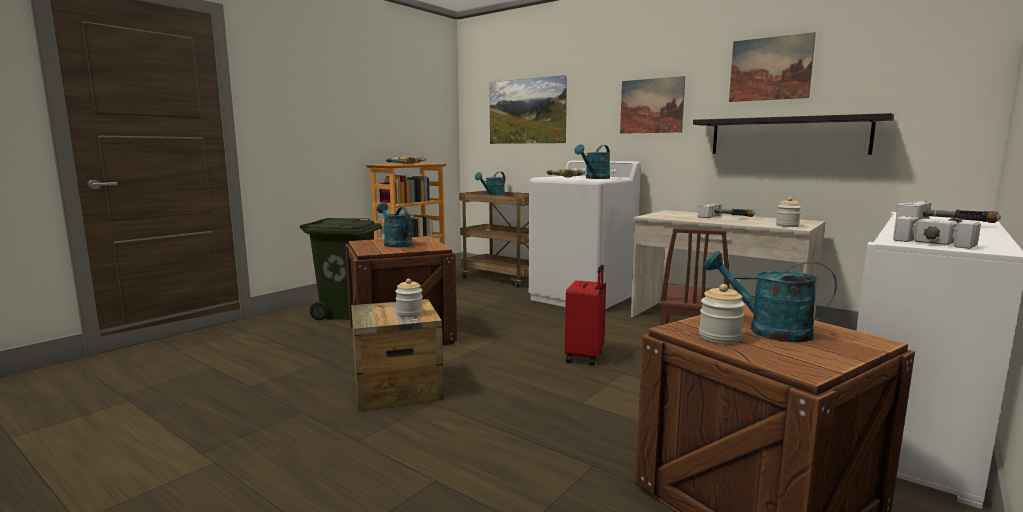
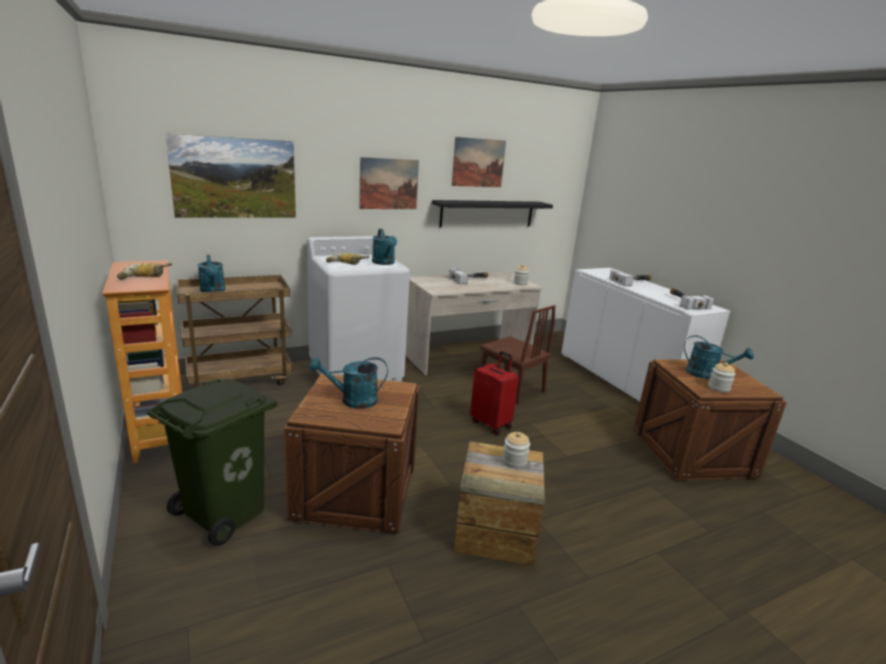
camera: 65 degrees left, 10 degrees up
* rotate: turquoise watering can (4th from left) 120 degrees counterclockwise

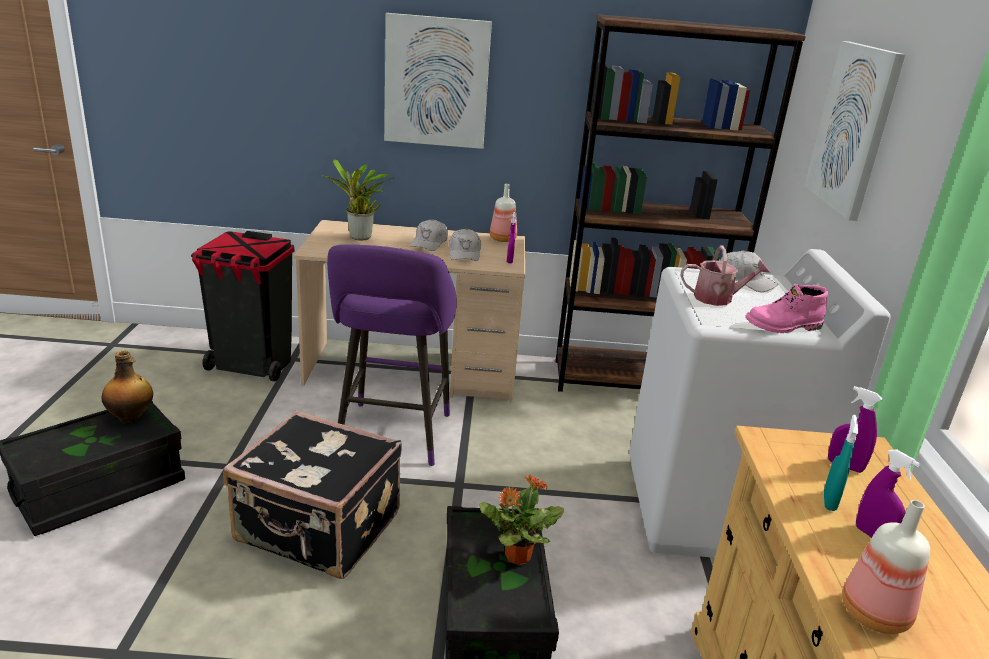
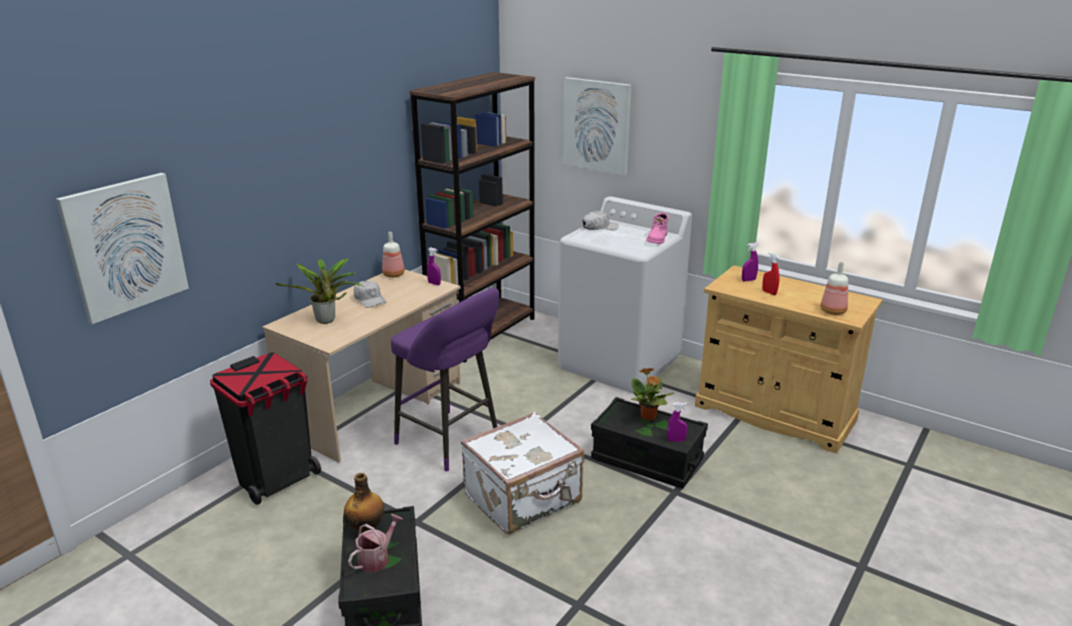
camera: 55 degrees left, 0 degrees up
* move: picture (1st from left)
* delete: white cap (2nd from left)
* move: watering can
* recolor: black suitcase to white suitcase
* recolor: turquoise spray bottle to red spray bottle
* move: purple spray bottle (3rd from left in the first image) to purple spray bottle (2nd from left)

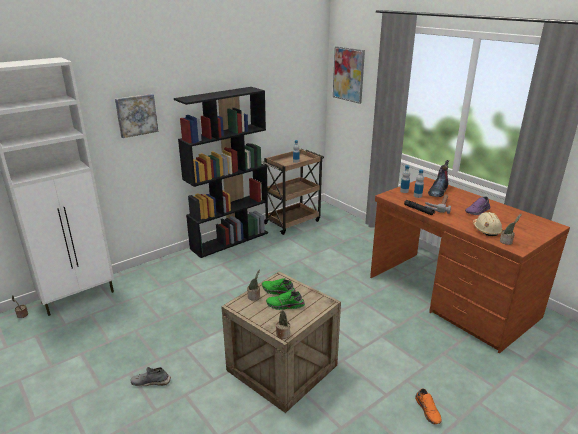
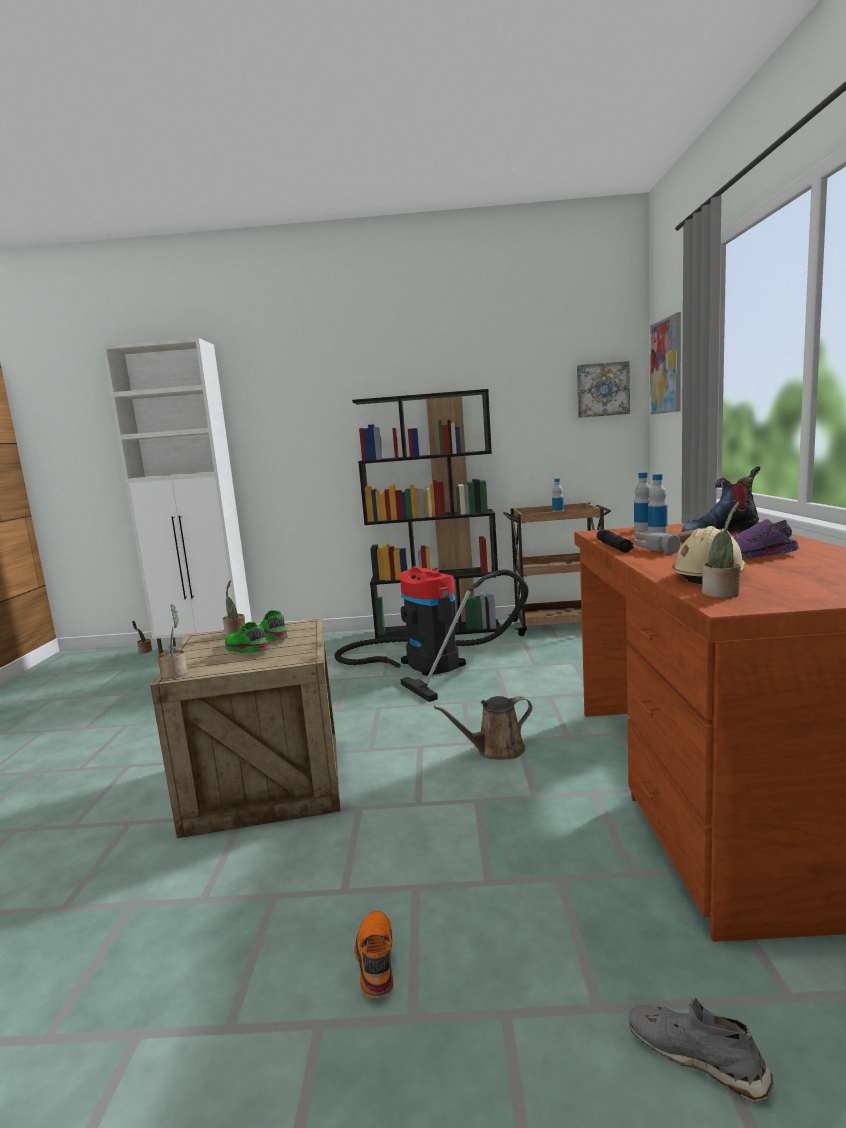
camera: 40 degrees right, 15 degrees down
* move: picture (1st from left)
* move: grey shoe
* rotate: orange shoe 150 degrees clockwise
* insert: vacuum cleaner
* insert: brown watering can

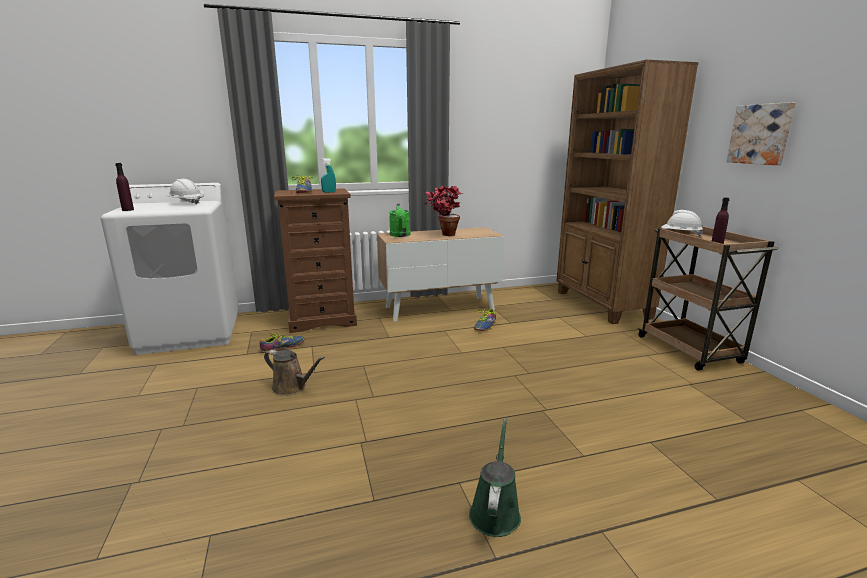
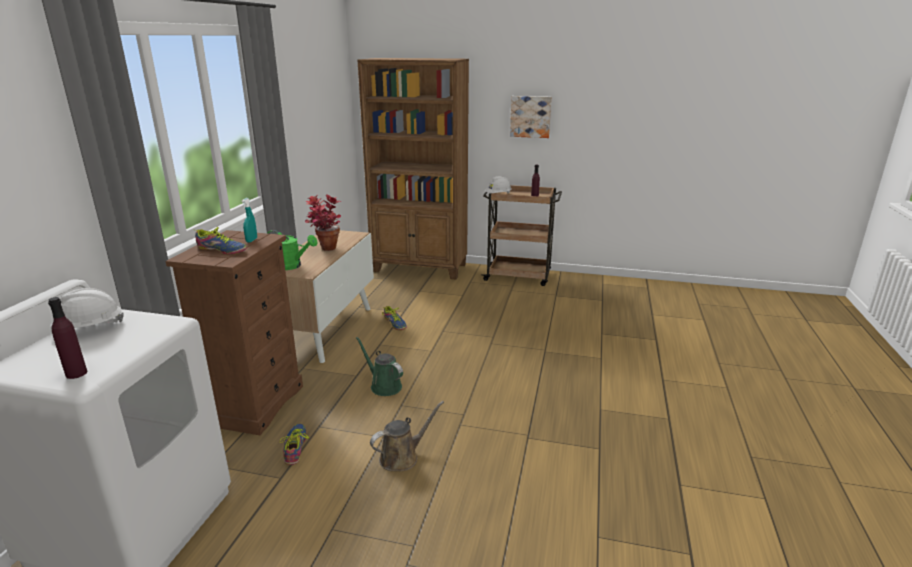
camera: 60 degrees left, 5 degrees up
* move: green watering can (2nd from left)

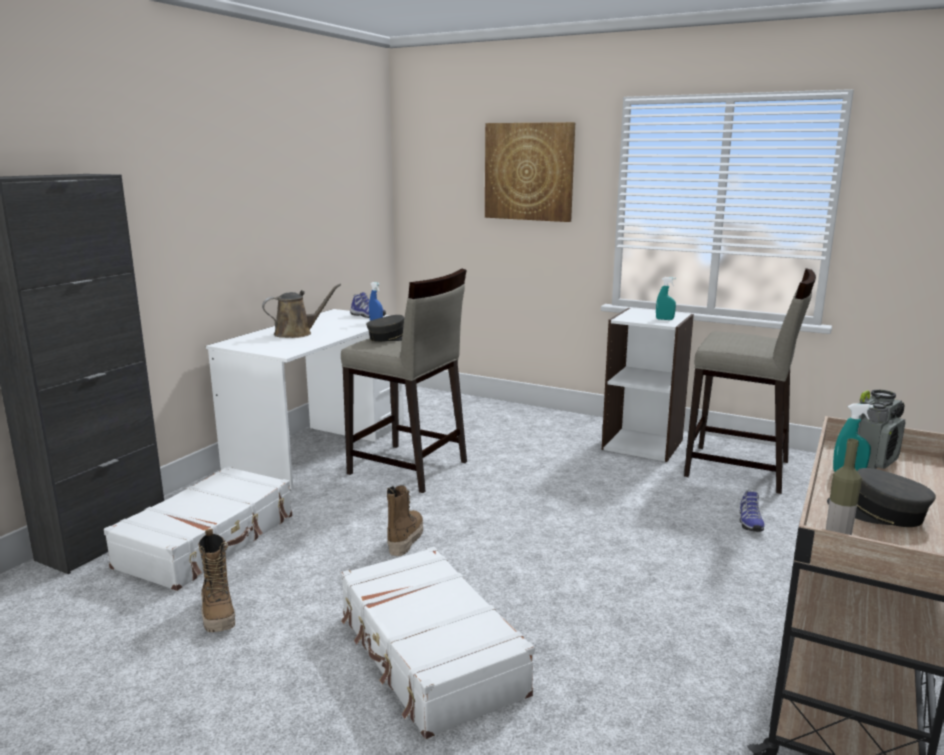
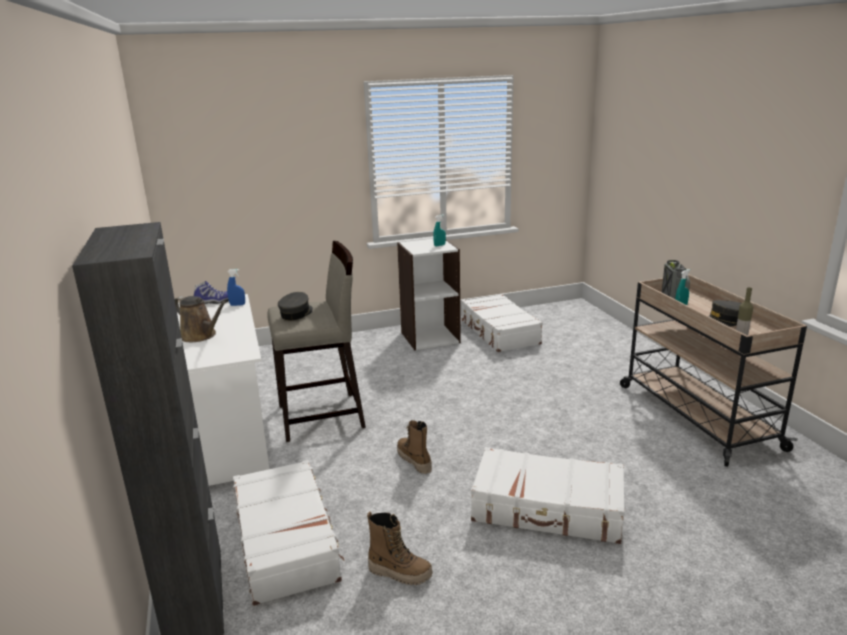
camera: 45 degrees left, 5 degrees up
* delete: picture
* replace: beige stool (2nd from left) to white suitcase (2nd from left)
* rotate: brown watering can 105 degrees clockwise
* delete: shoe (2nd from left)

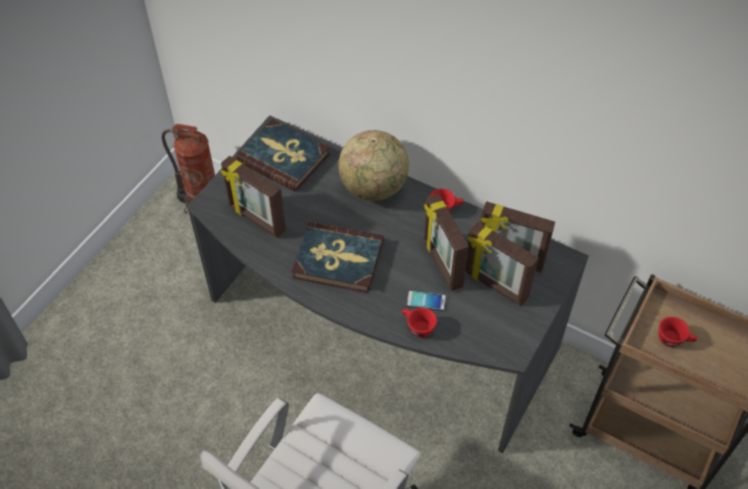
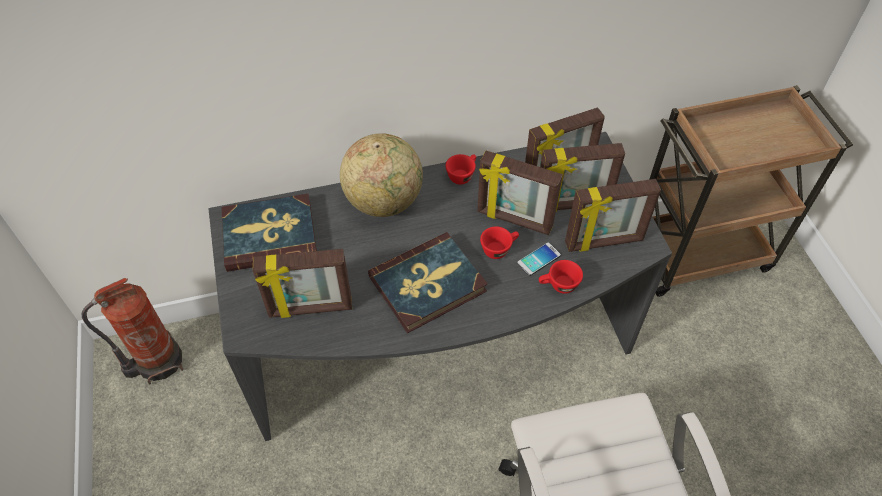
camera: 45 degrees left, 0 degrees up
* move: red cup (3rd from left in the first image) to red cup (2nd from left)
* insert: picture frame (5th from left)

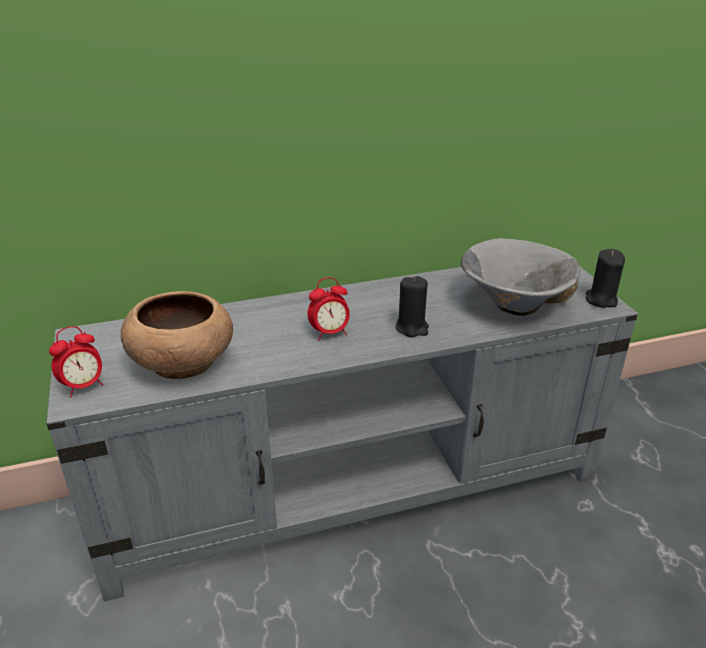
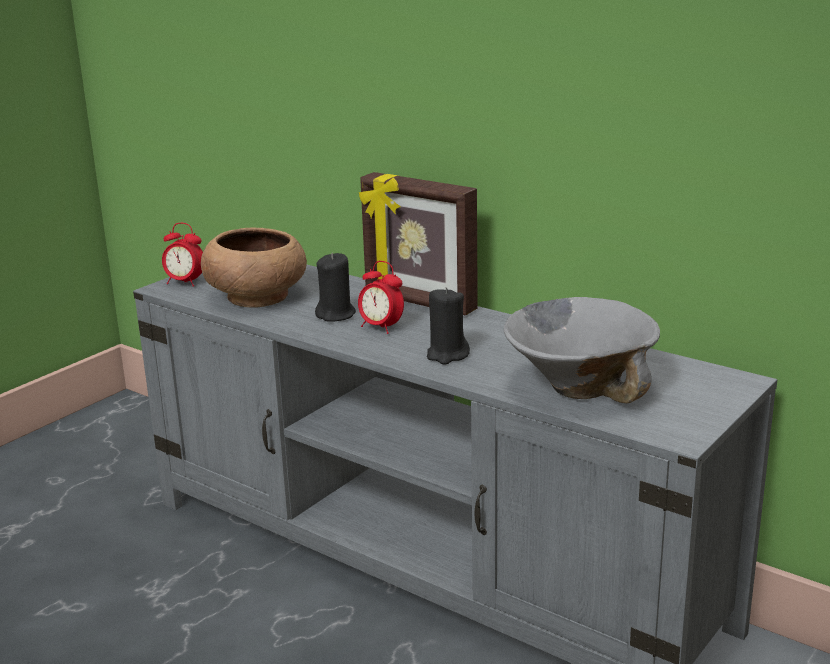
camera: 55 degrees right, 10 degrees down
* move: black candle (2nd from left in the first image) to black candle (1st from left)
* insert: picture frame

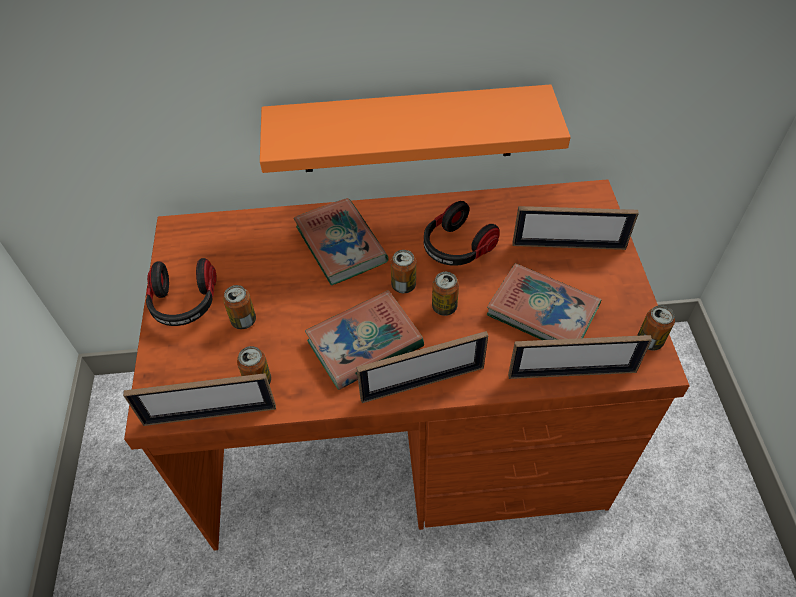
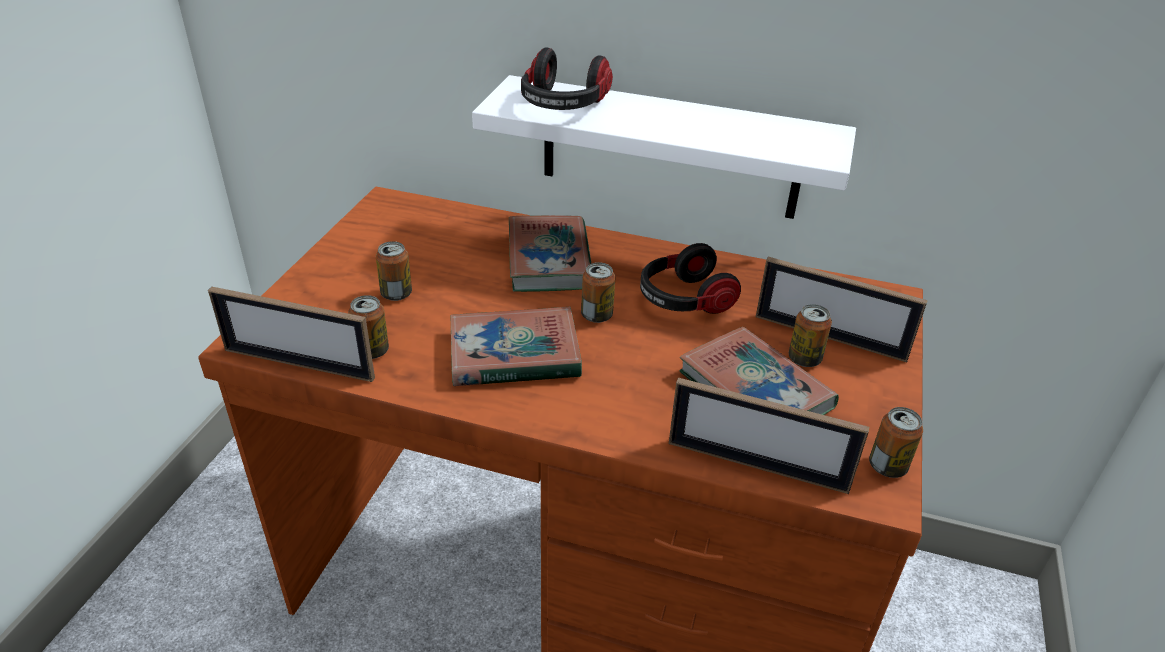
camera: 20 degrees right, 15 degrees down
* recolor: orange shelf to white shelf
* move: headphones (1st from left)
* move: can (4th from left)
* delete: picture frame (2nd from left)

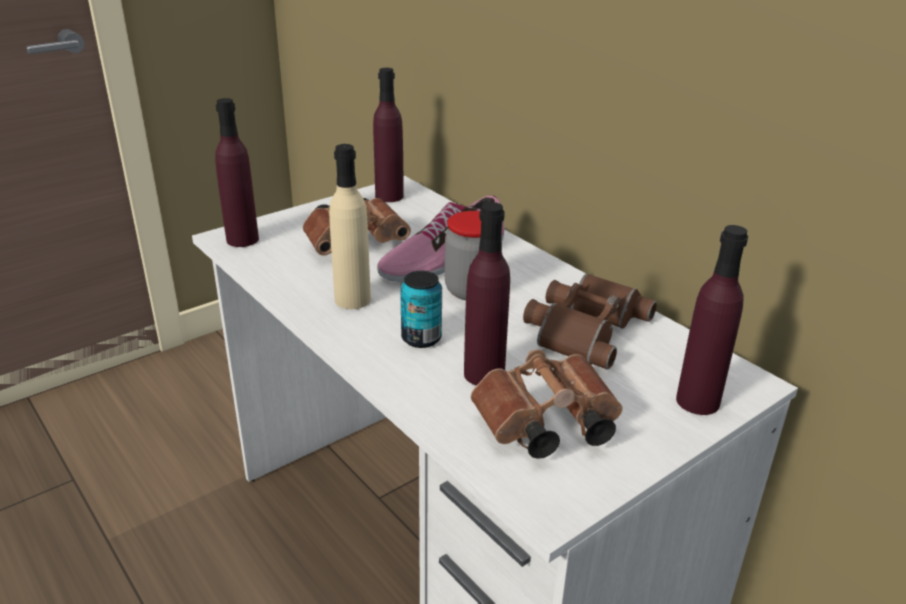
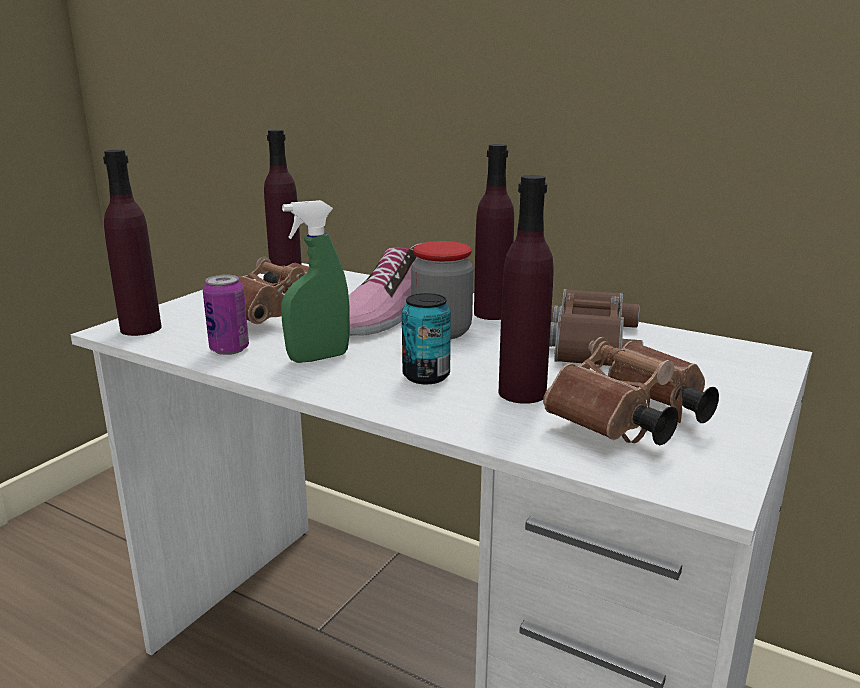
camera: 20 degrees left, 10 degrees down
* replace: beige bottle to green spray bottle
* move: purple bottle (4th from left in the first image) to purple bottle (3rd from left)
* insert: can (1st from left)

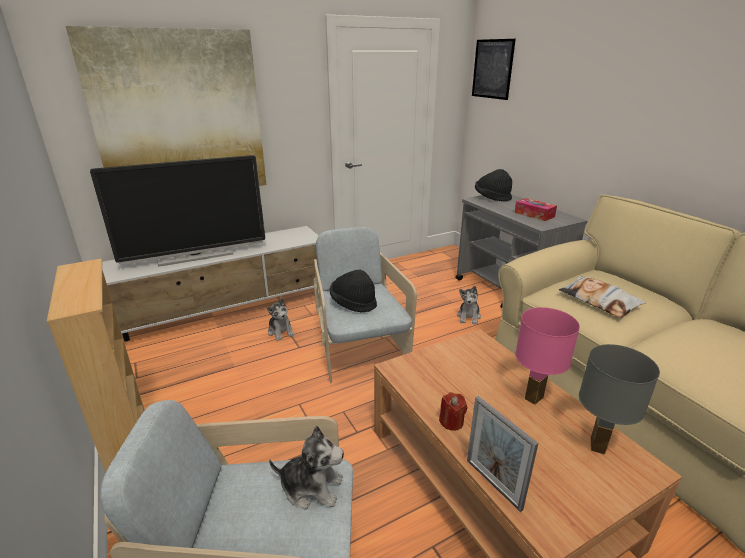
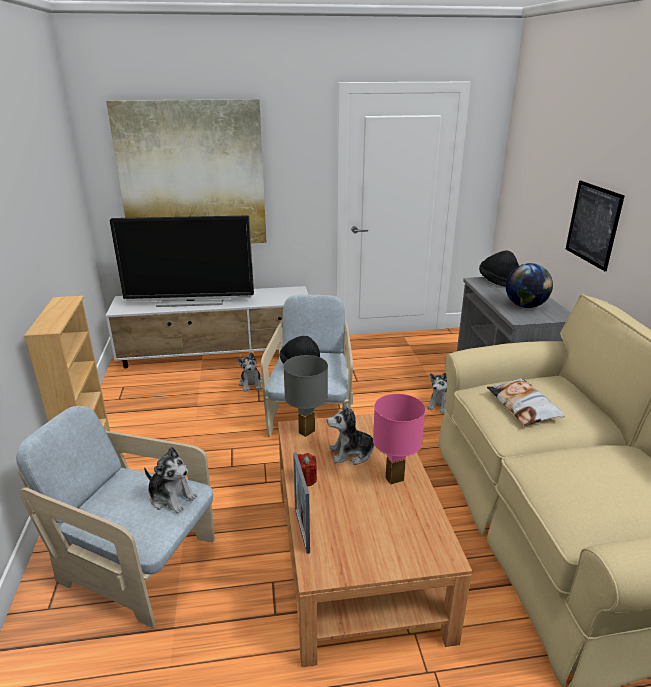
camera: 20 degrees right, 0 degrees up
* move: picture (2nd from left)
* replace: tissue box to globe
* move: grey table lamp
* insert: plush toy (3rd from left)

